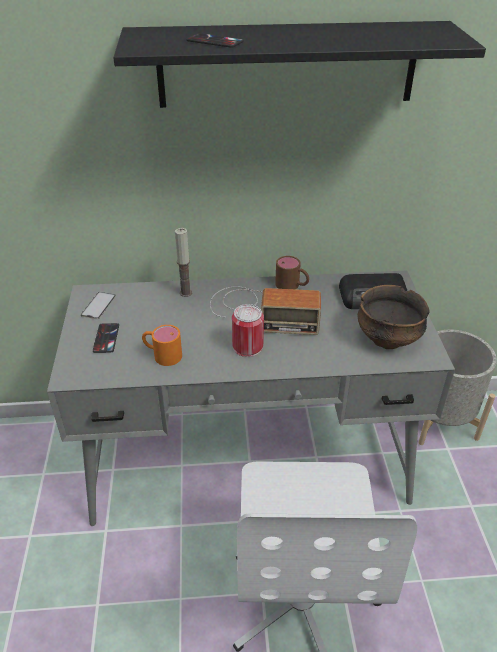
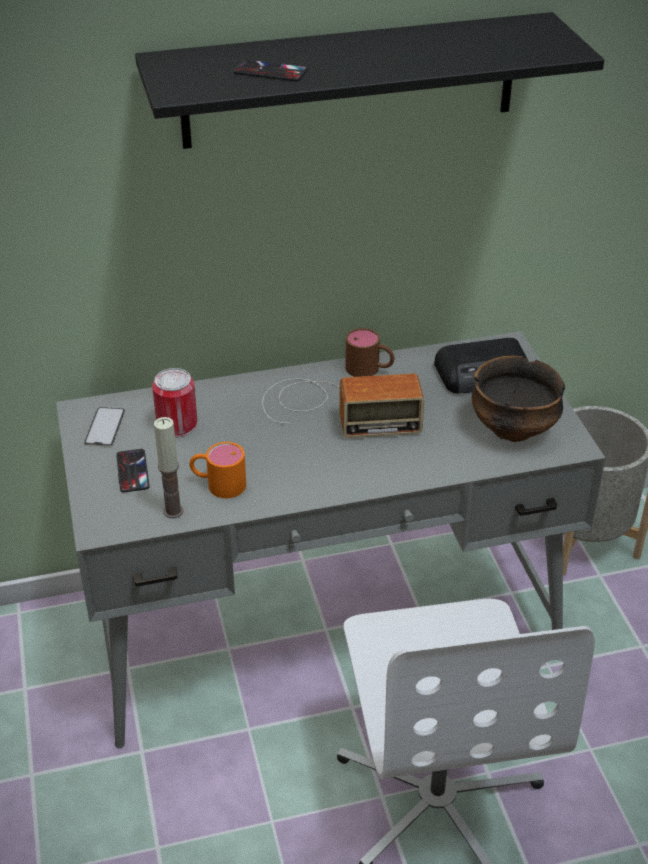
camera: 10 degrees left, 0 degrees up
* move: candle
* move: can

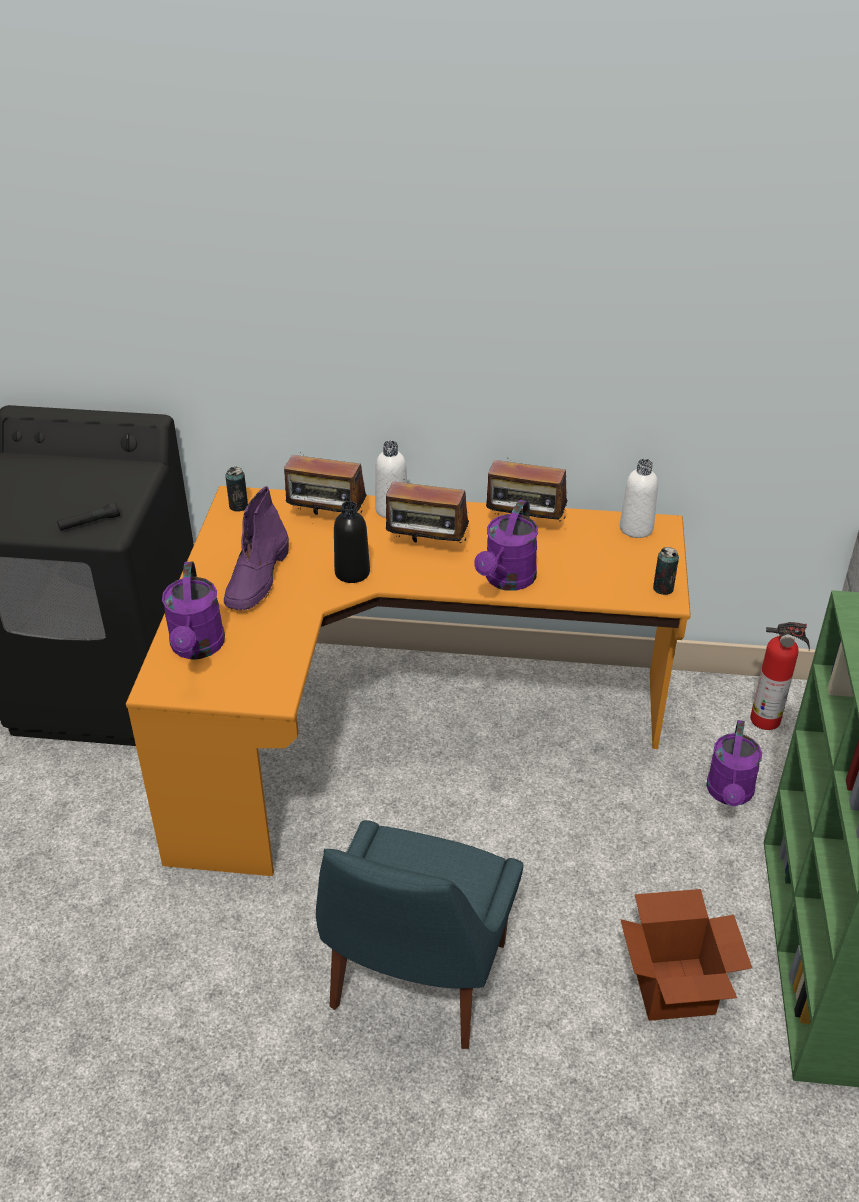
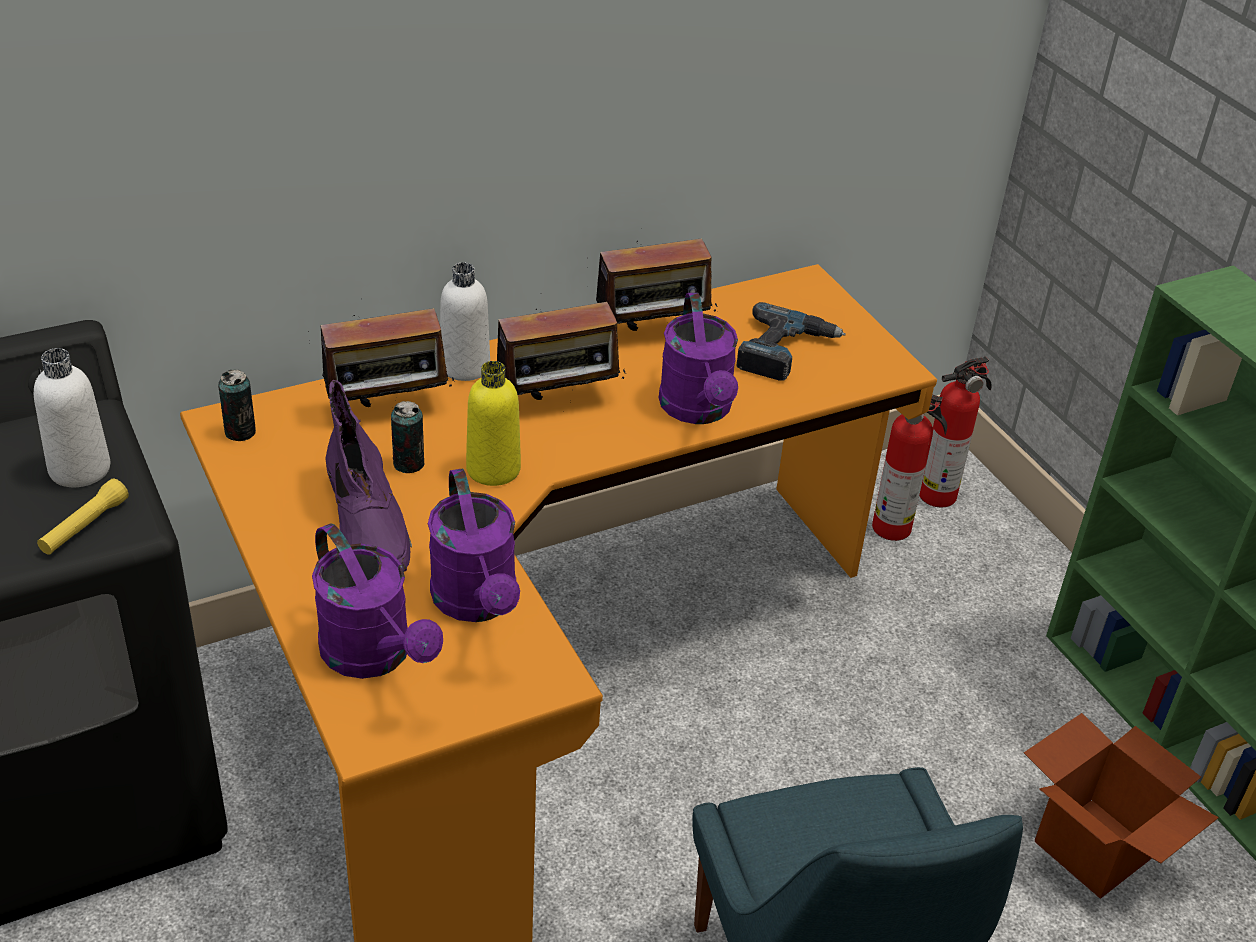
camera: 35 degrees left, 0 degrees up
* move: white bottle (2nd from left in the first image) to white bottle (1st from left)
* recolor: black bottle to yellow bottle
* recolor: black flashlight to yellow flashlight
* move: can (2nd from left)
* move: purple watering can (3rd from left in the first image) to purple watering can (2nd from left)
* insert: power drill
* insert: fire extinguisher (1st from left)

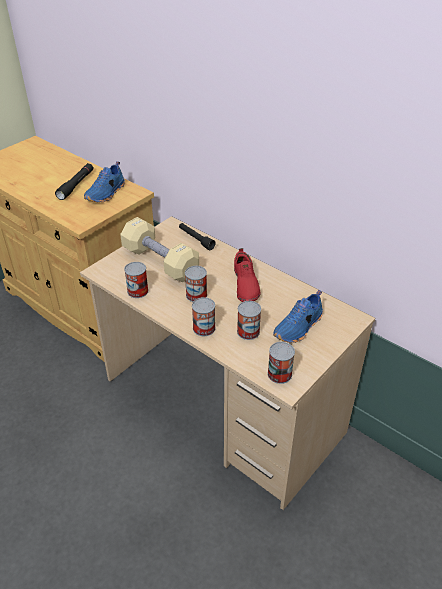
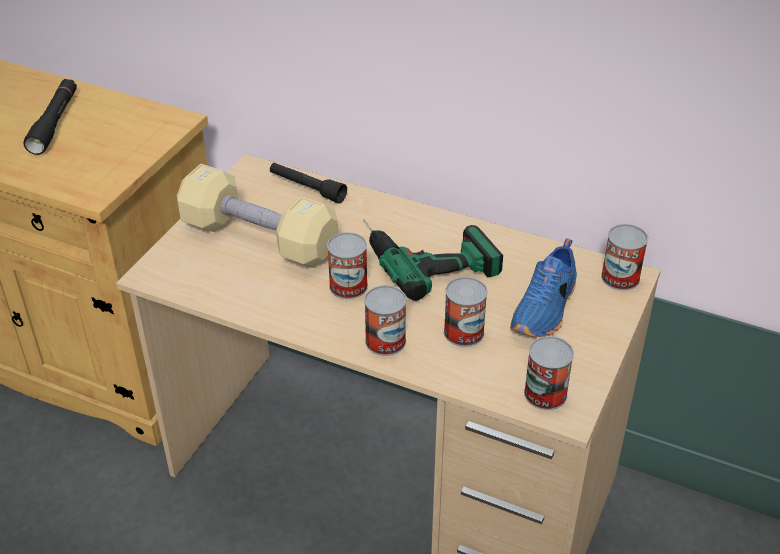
camera: 15 degrees left, 0 degrees up
* delete: blue shoe (1st from left)
* replace: red shoe to power drill
* move: can (1st from left in the first image) to can (5th from left)

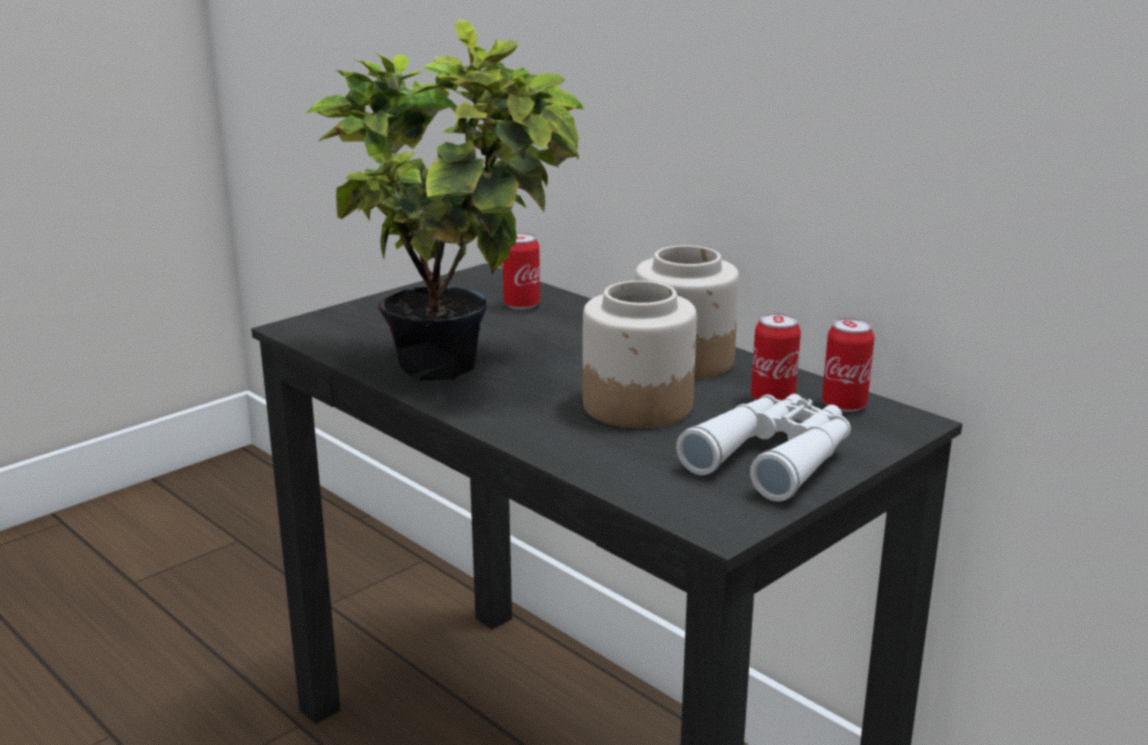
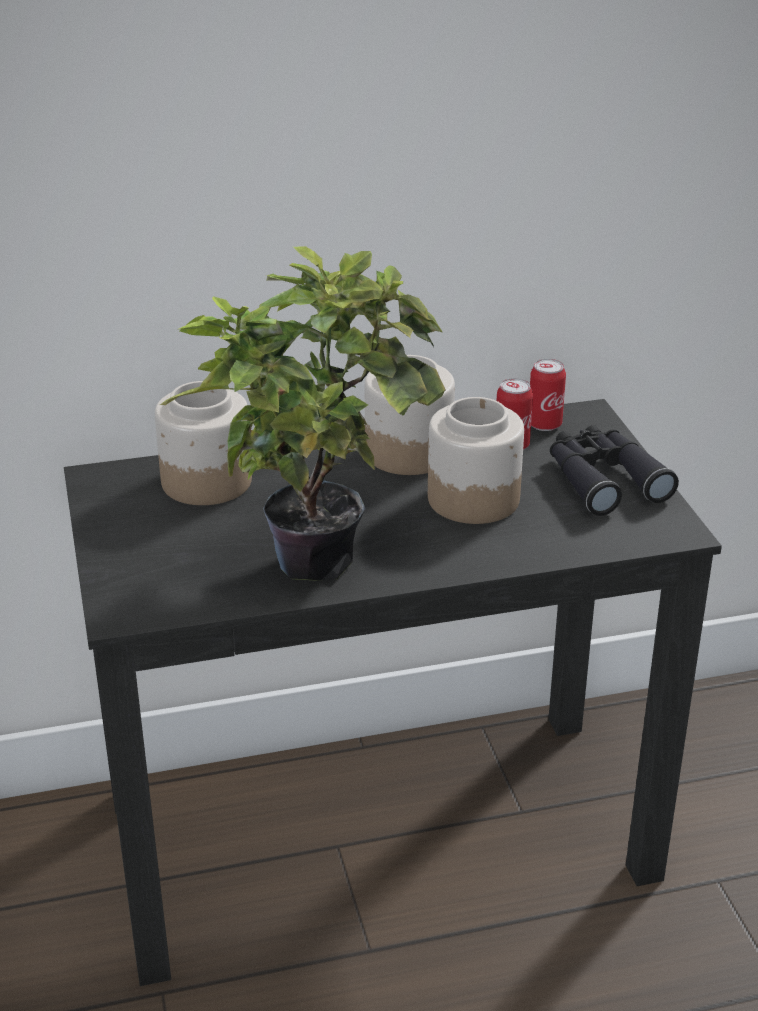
camera: 60 degrees left, 10 degrees up
* replace: can (1st from left) to jar (1st from left)
* recolor: white binoculars to black binoculars

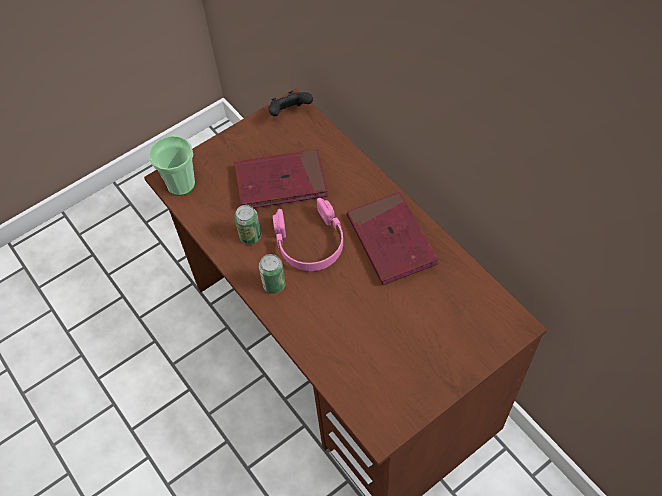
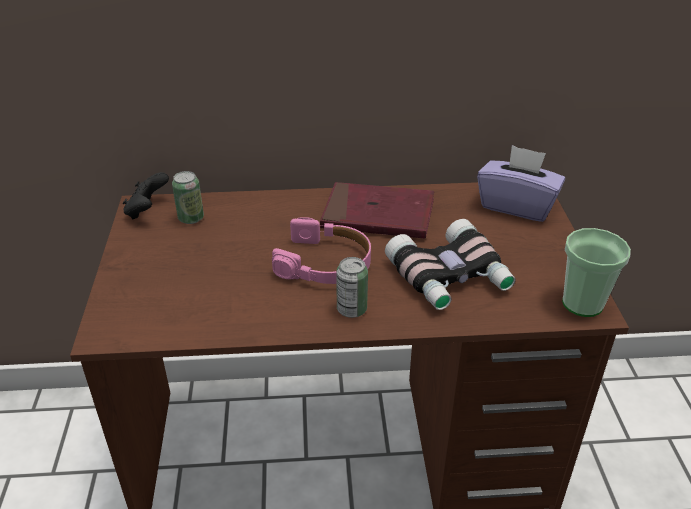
camera: 60 degrees left, 20 degrees down
* move: cup
* delete: red book (1st from left)
* move: can (1st from left)
* insert: purple tissue box
* insert: binoculars

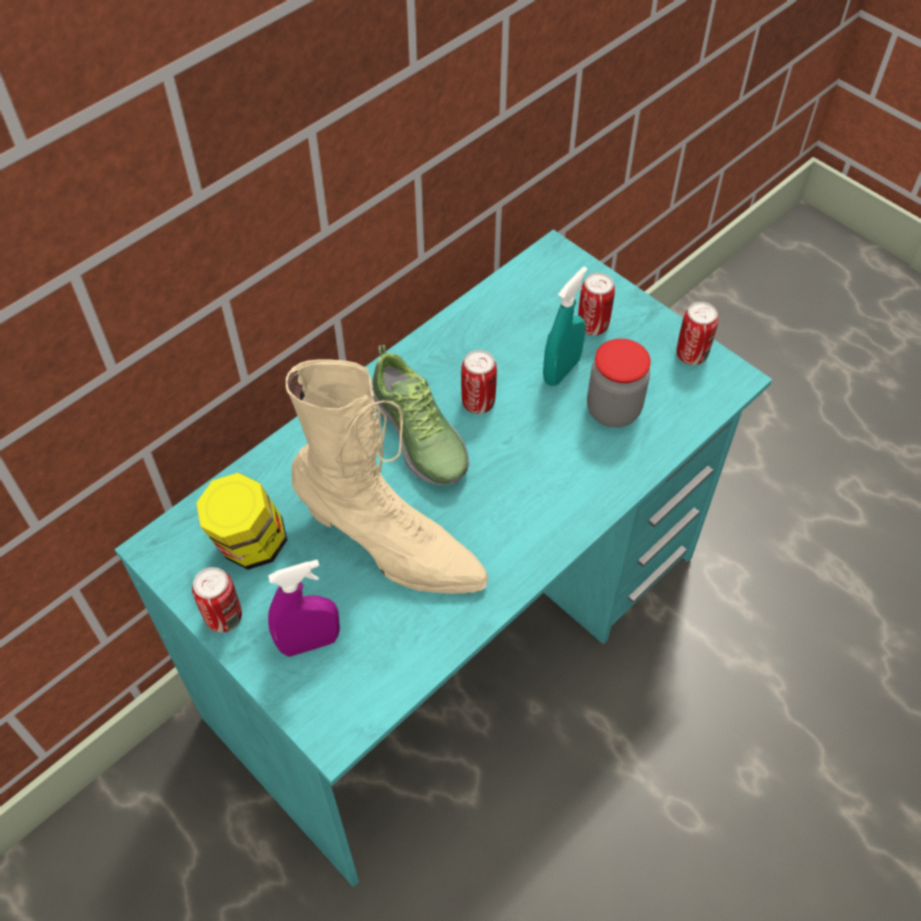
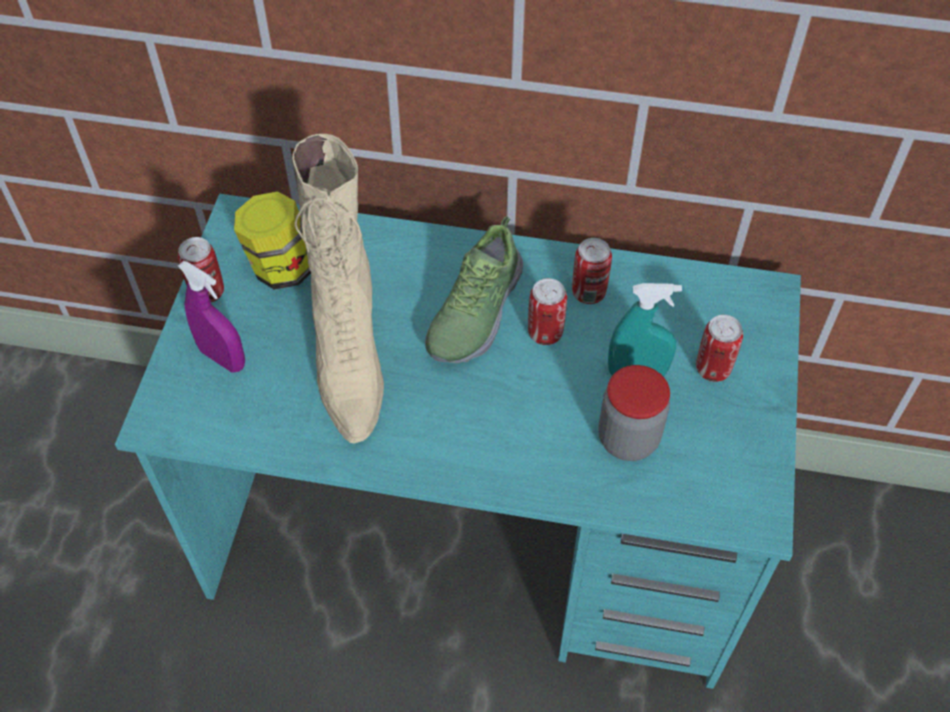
camera: 55 degrees right, 0 degrees up
* move: can (4th from left in the first image) to can (3rd from left)

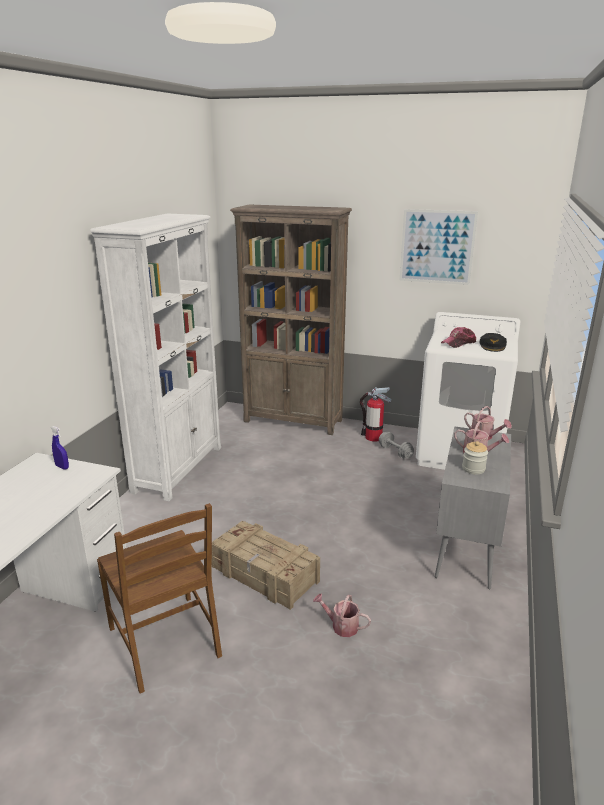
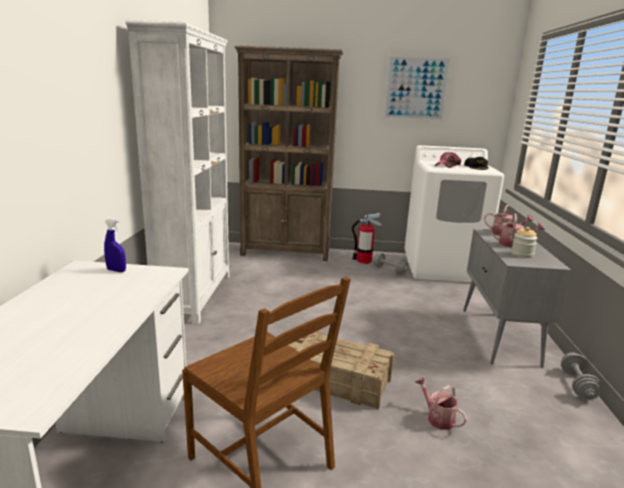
camera: 15 degrees left, 5 degrees down
* rotate: watering can (1st from left) 45 degrees clockwise
* insert: grey dumbbell (2nd from left)

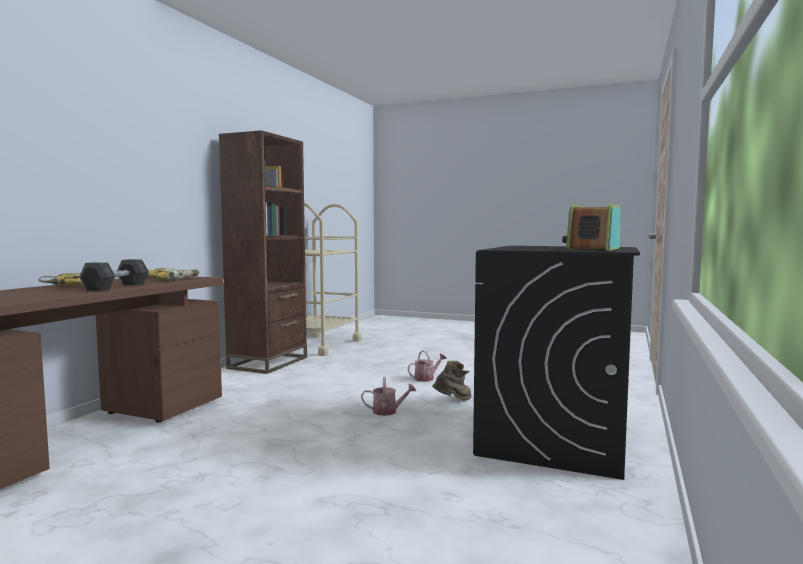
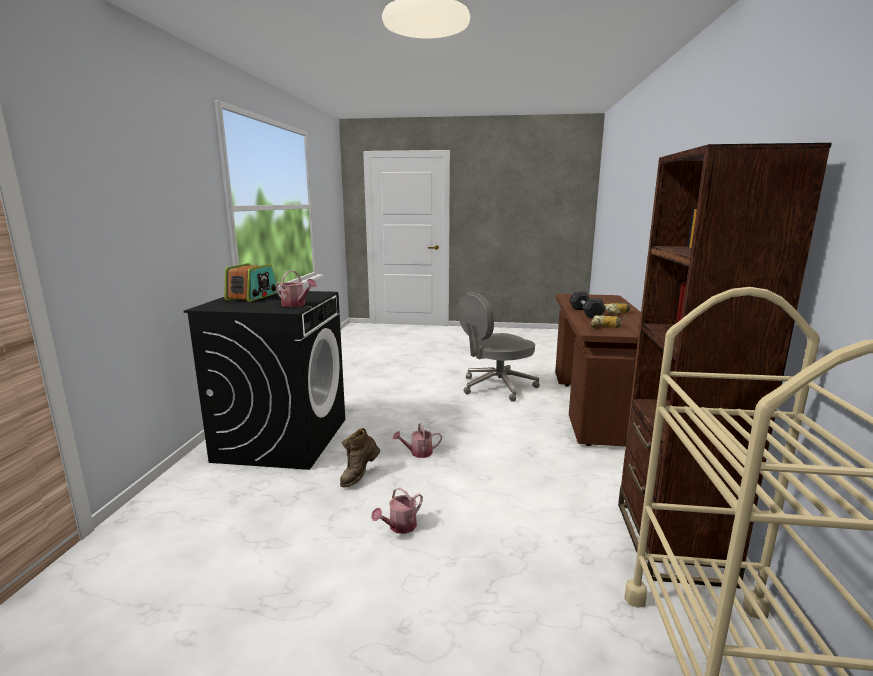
camera: 165 degrees right, 10 degrees up
* insert: watering can (1st from left)
* insert: grey office chair

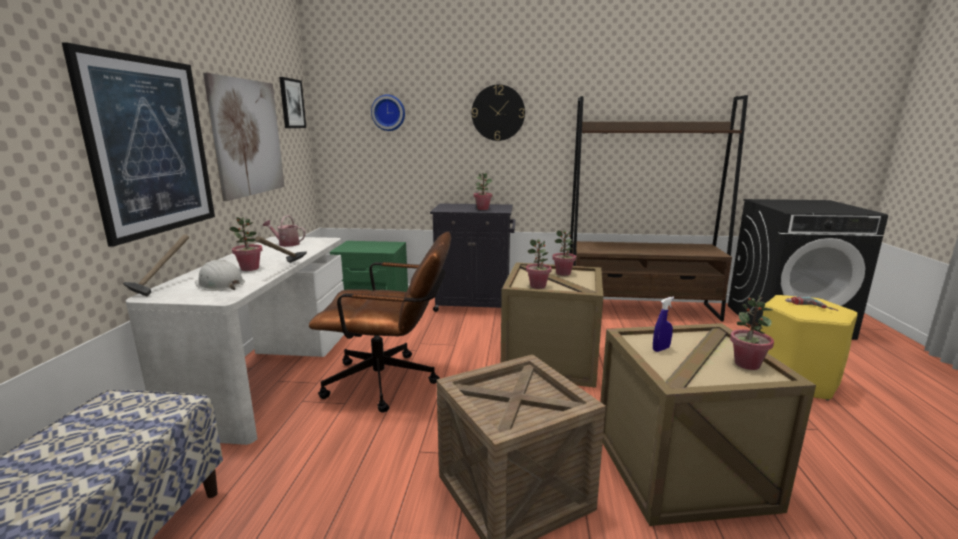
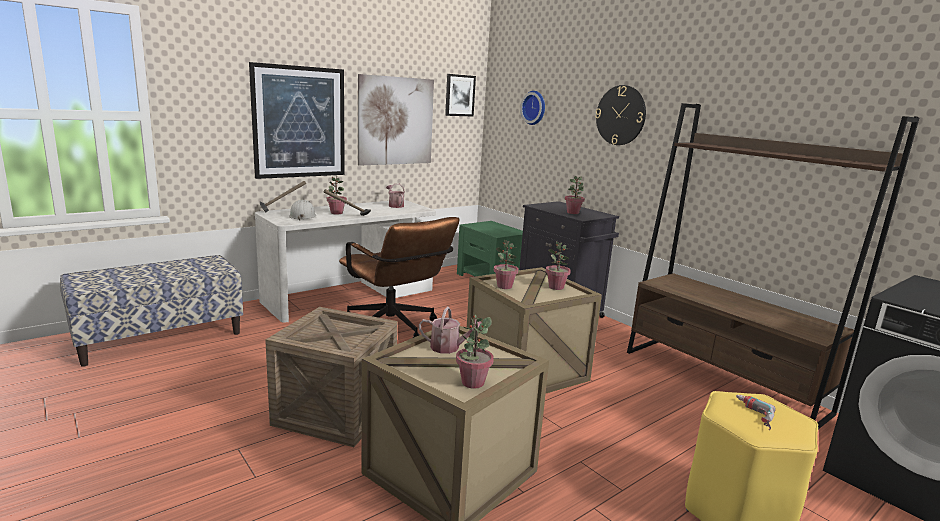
camera: 45 degrees right, 0 degrees up
* replace: blue spray bottle to watering can (2nd from left)

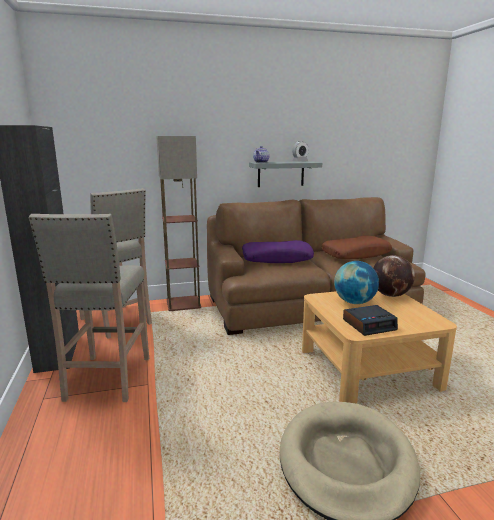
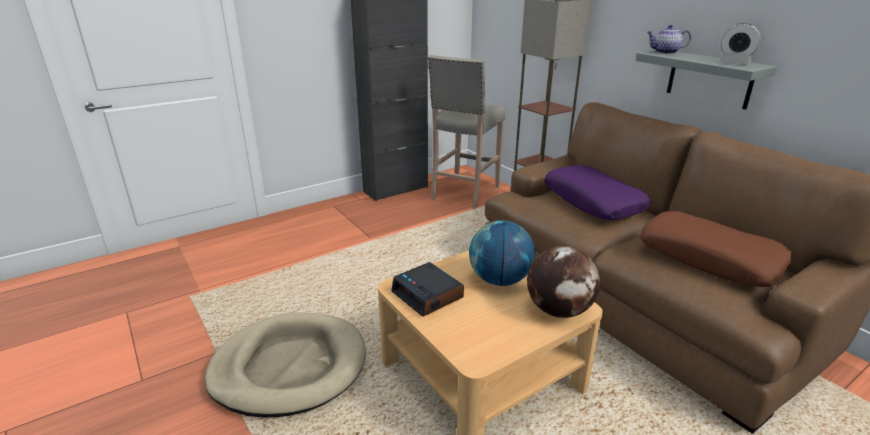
camera: 70 degrees right, 10 degrees up
* delete: beige stool (1st from left)

